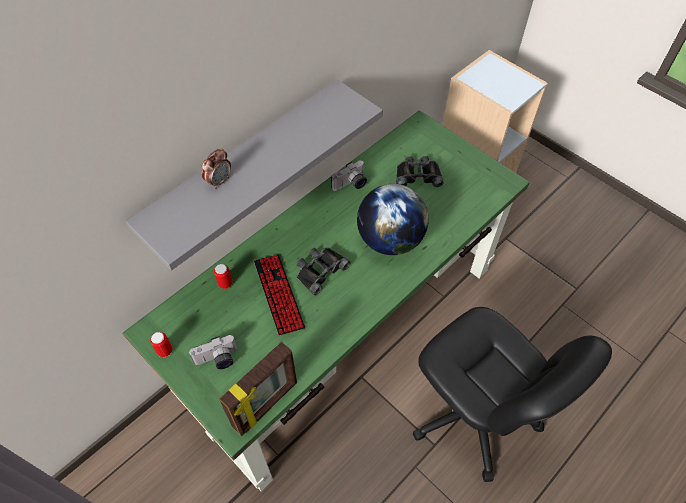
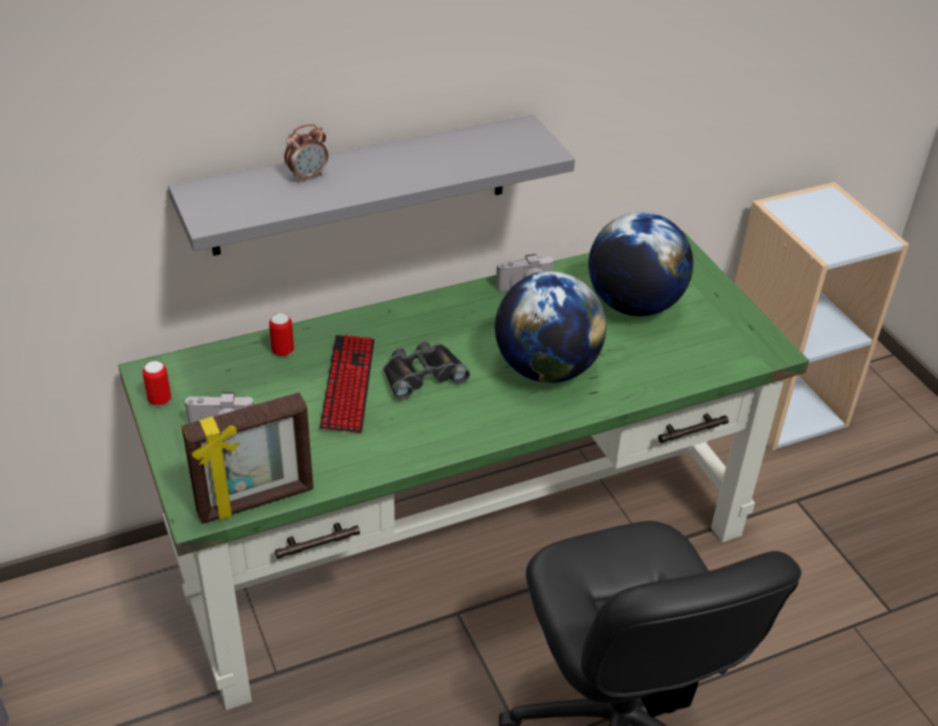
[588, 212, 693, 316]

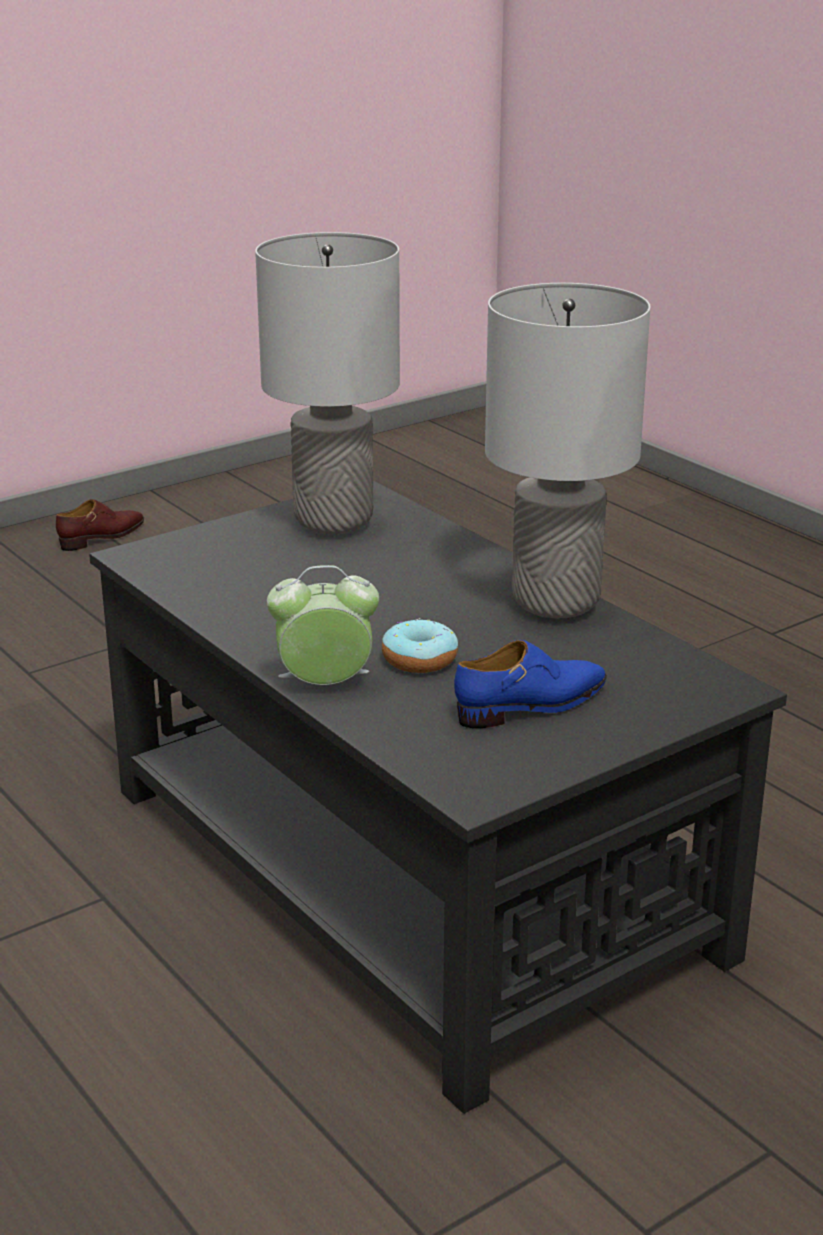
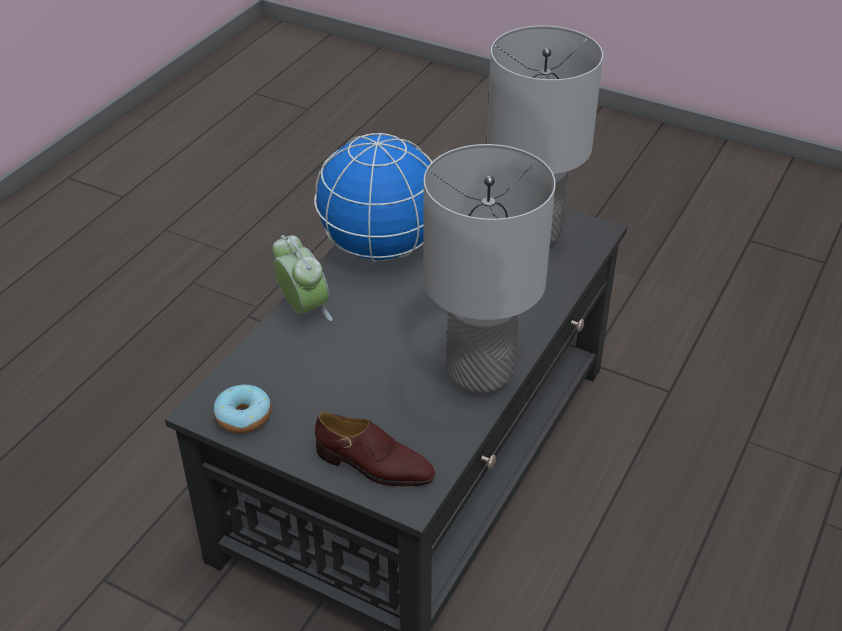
[214, 385, 271, 433]
[314, 133, 432, 262]
[315, 412, 435, 487]
[454, 640, 607, 728] (first image)

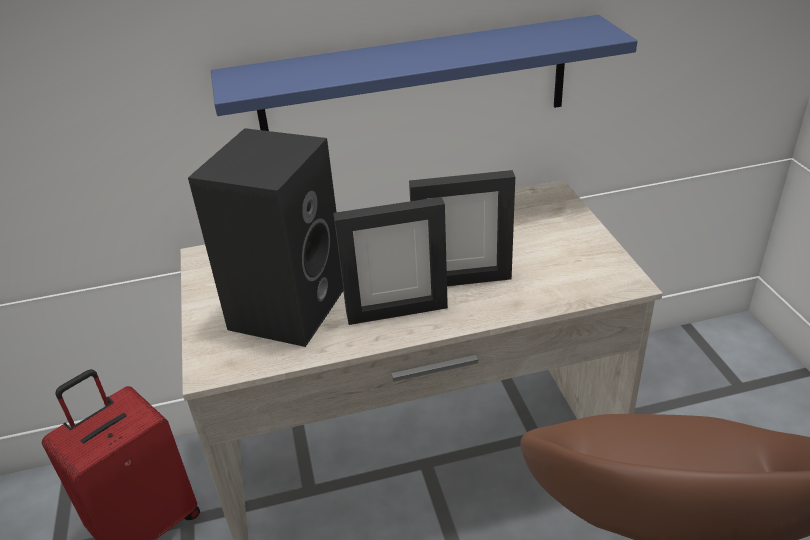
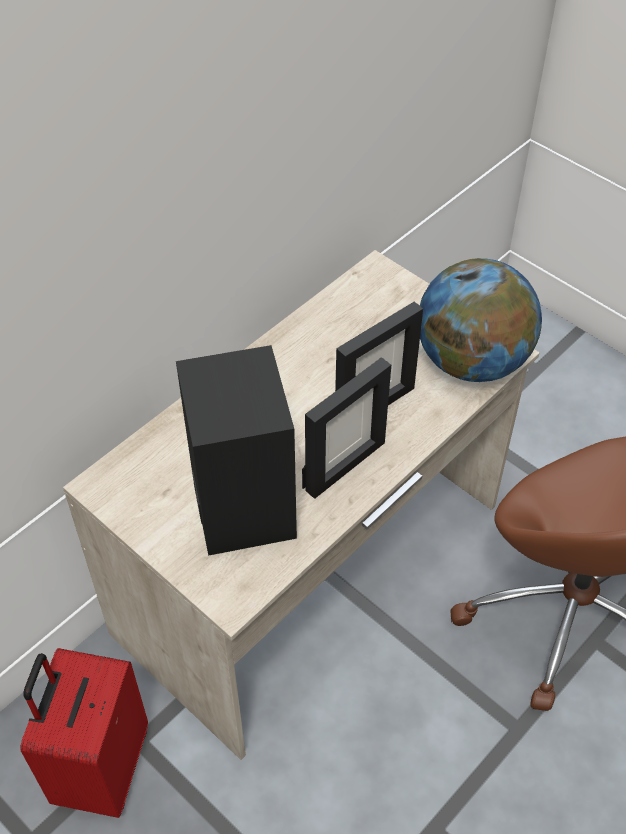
[420, 258, 542, 382]
[211, 15, 637, 131] (first image)

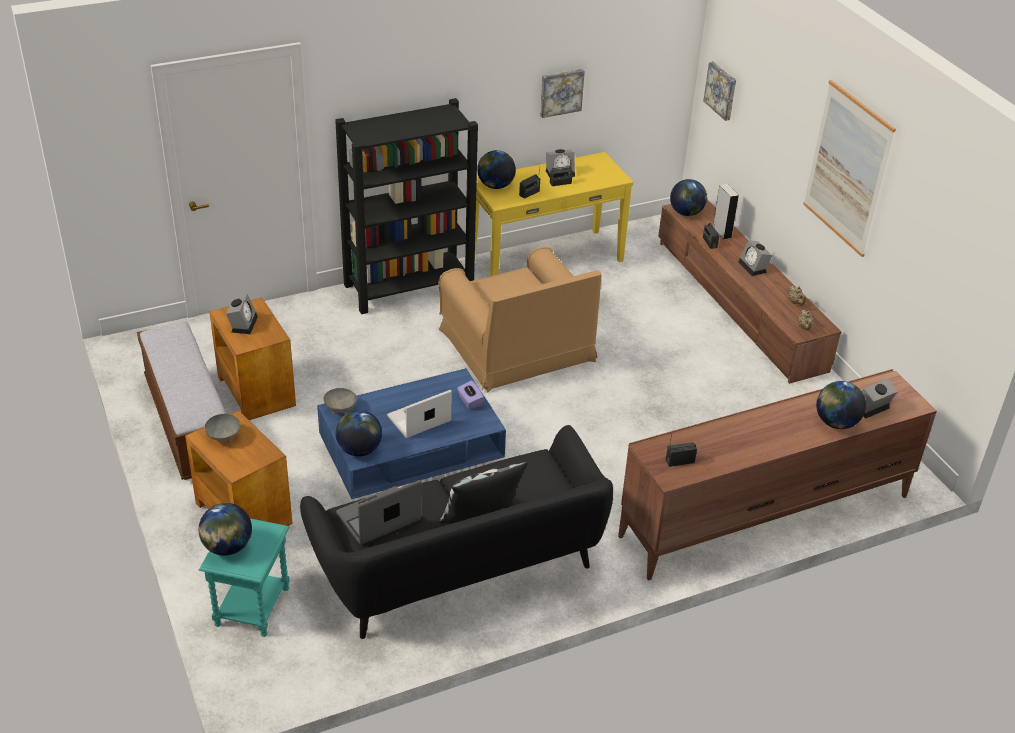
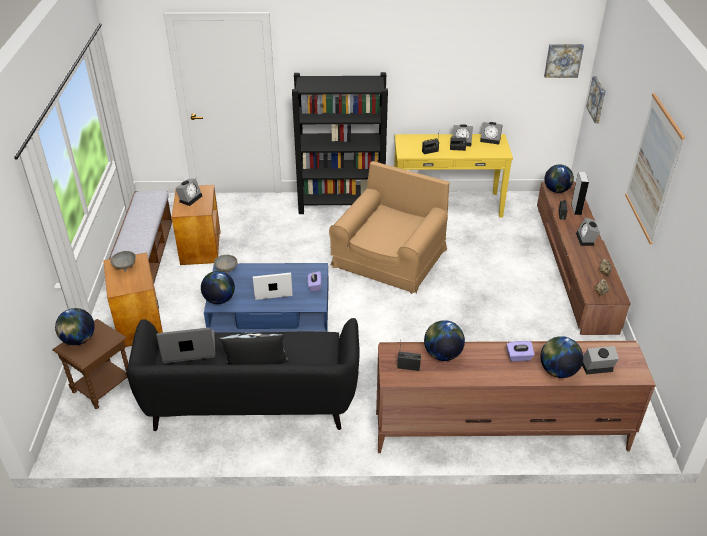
[52, 319, 128, 409]
[329, 161, 449, 294]
[424, 320, 465, 361]
[480, 122, 503, 144]
[506, 341, 535, 362]
[544, 44, 584, 78]

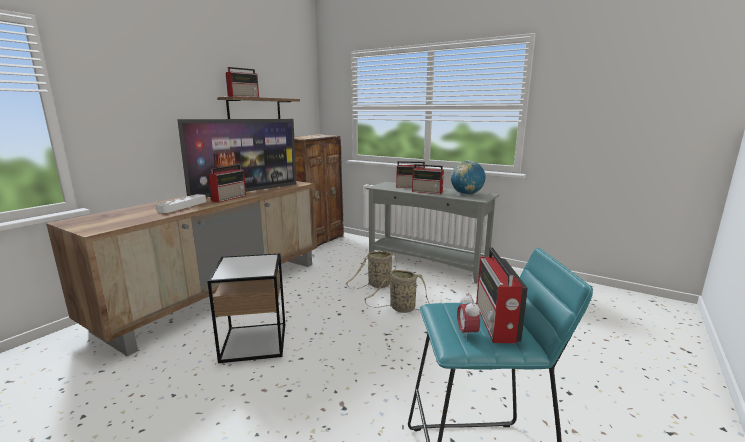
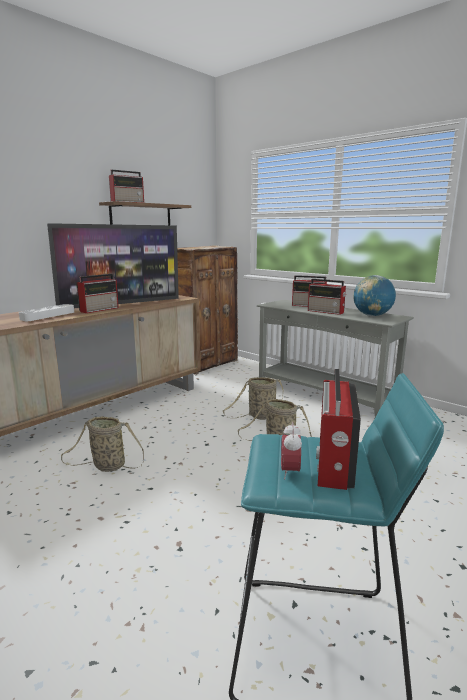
[61, 416, 144, 472]

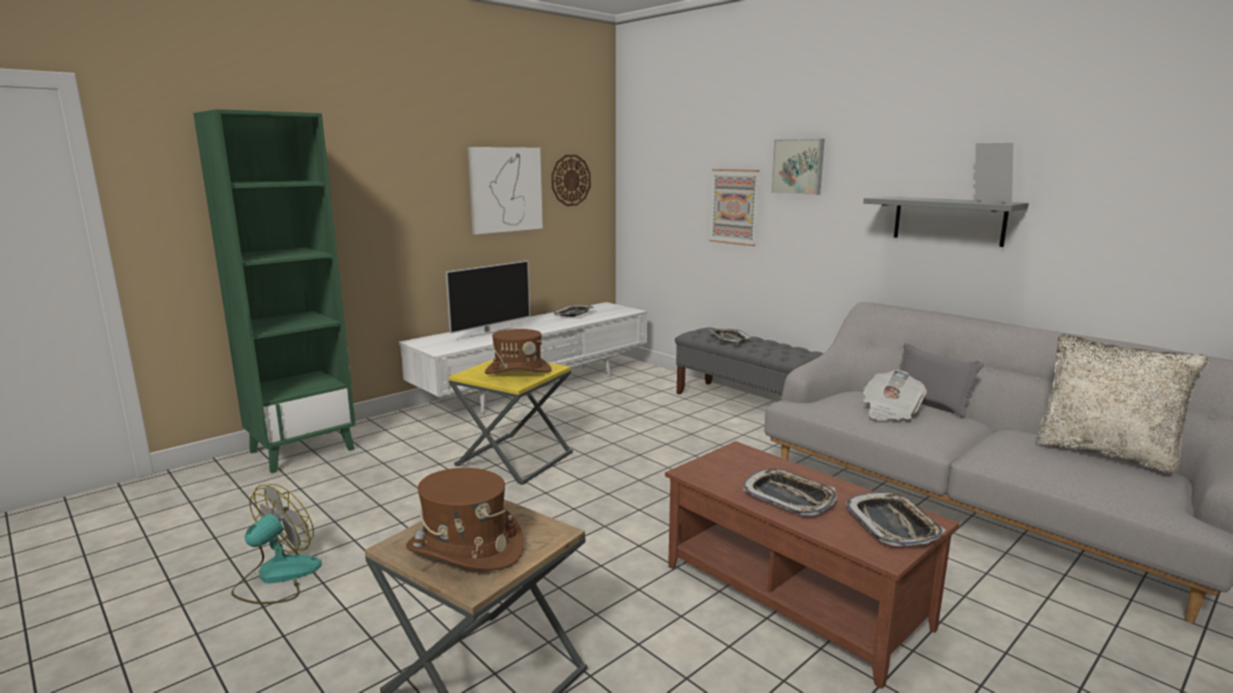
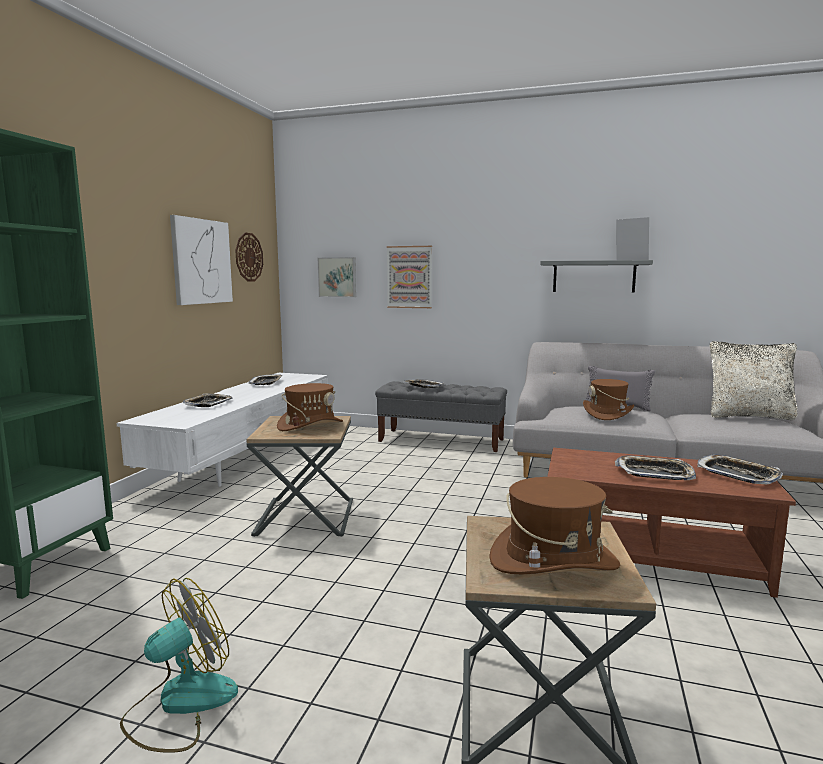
[120, 578, 238, 753]
[183, 394, 233, 407]
[246, 416, 353, 537]
[318, 257, 356, 297]
[583, 379, 634, 420]

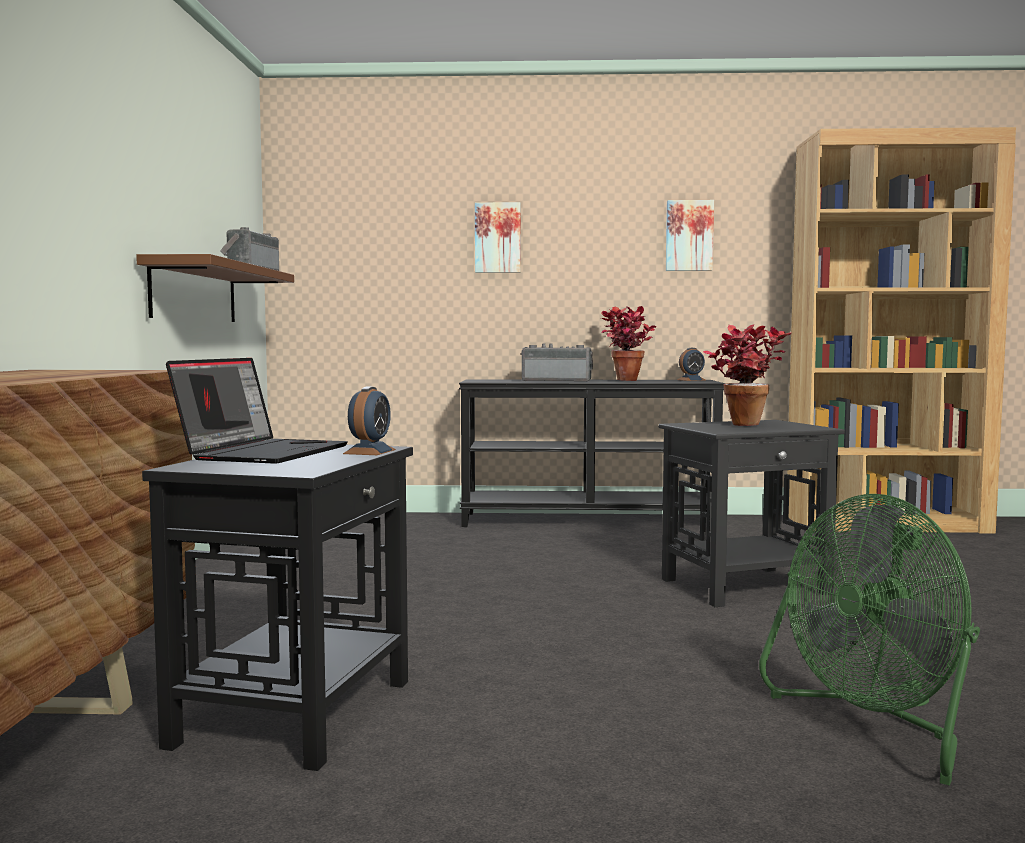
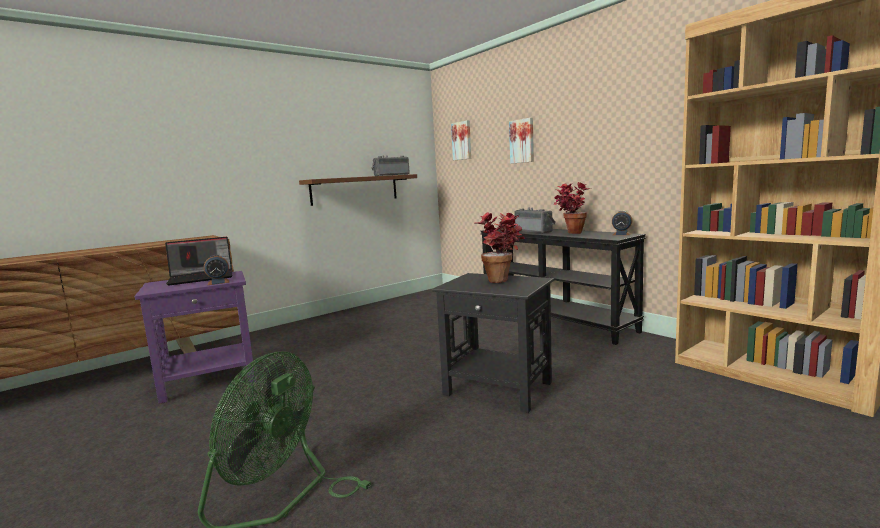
[135, 271, 256, 404]
[451, 120, 471, 160]

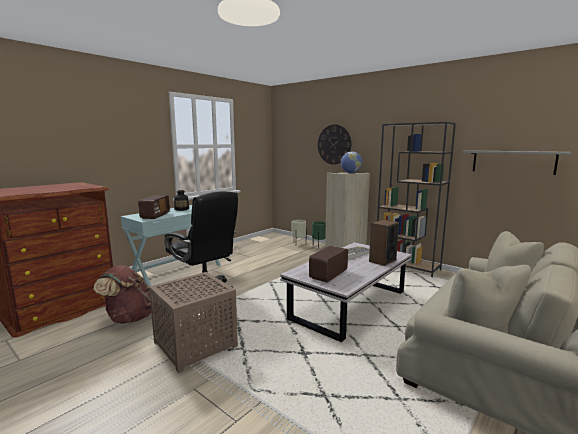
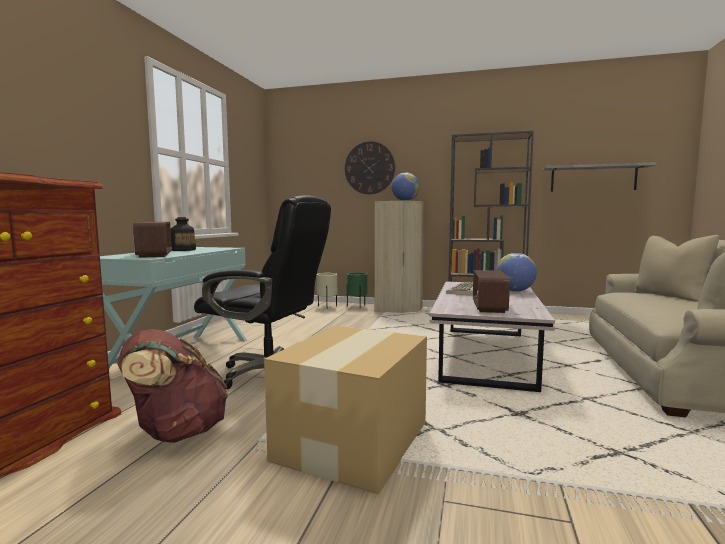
[264, 326, 427, 494]
[496, 253, 537, 292]

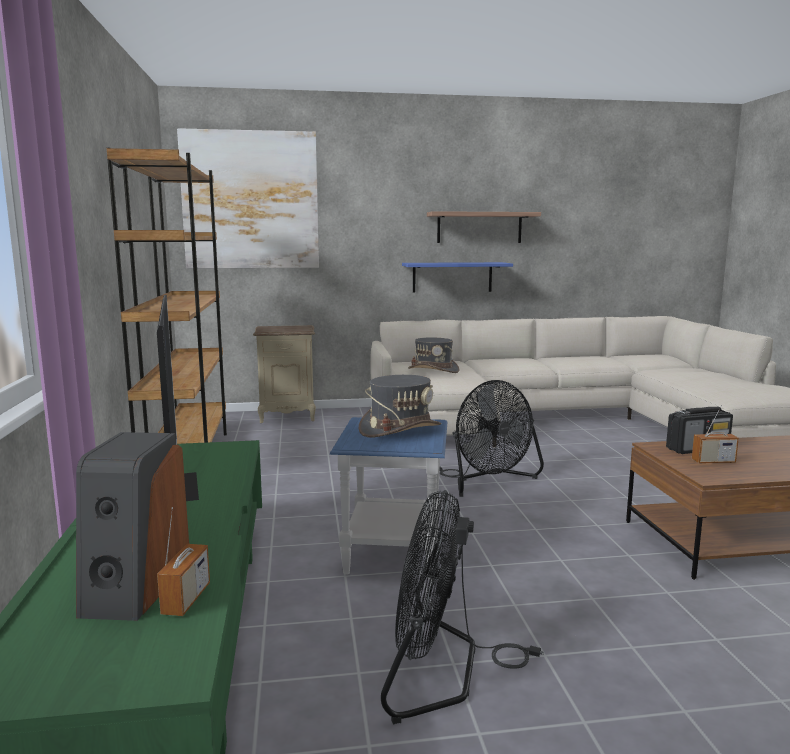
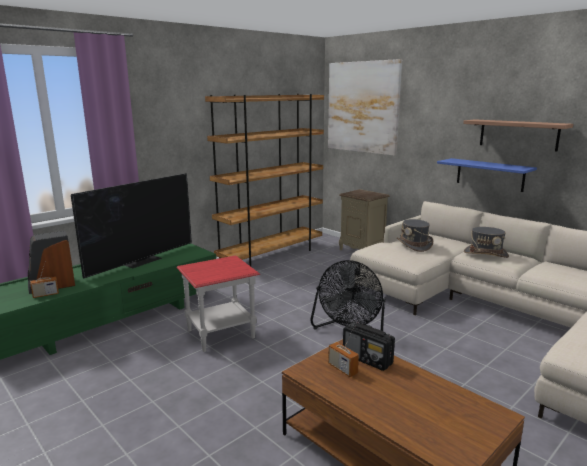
[177, 255, 260, 352]
[464, 227, 509, 258]
[381, 490, 543, 725] (first image)

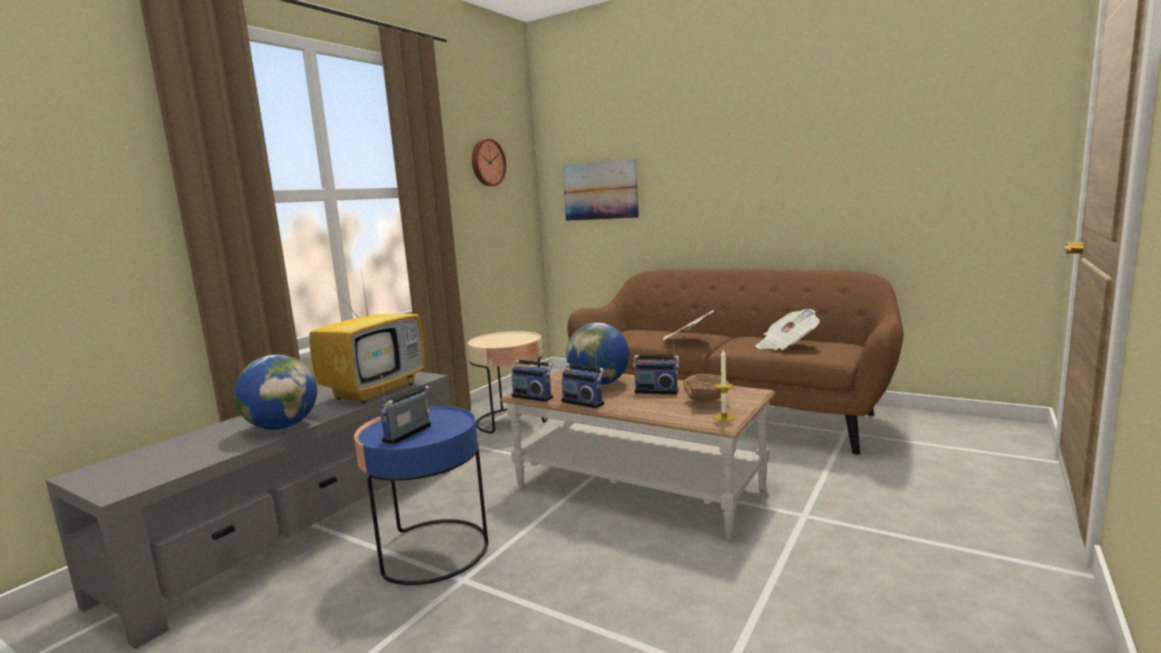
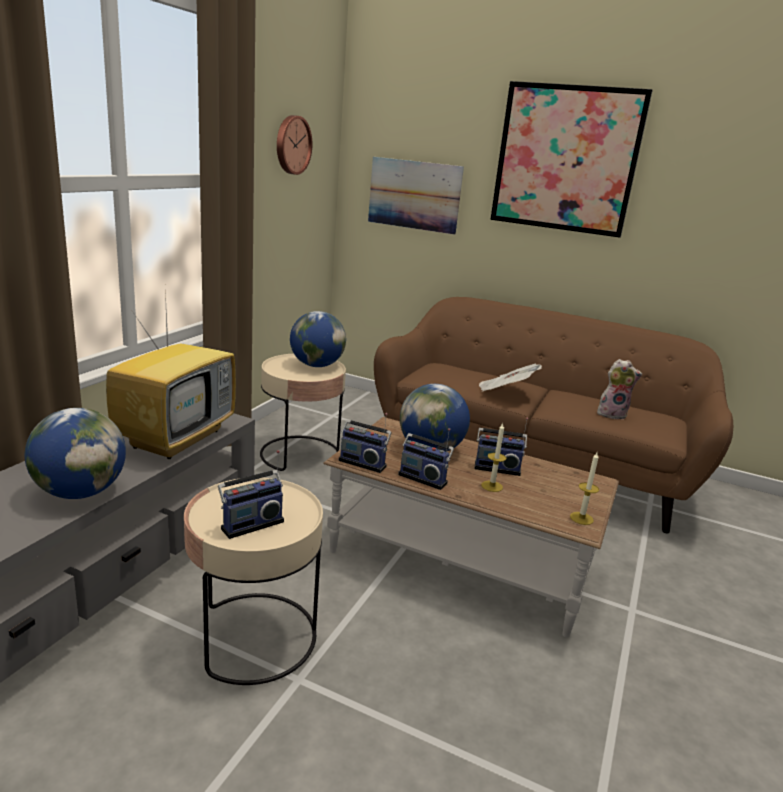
[184, 478, 323, 685]
[218, 450, 284, 539]
[290, 311, 346, 367]
[481, 423, 506, 492]
[490, 81, 653, 238]
[597, 359, 642, 420]
[683, 374, 729, 403] (first image)

